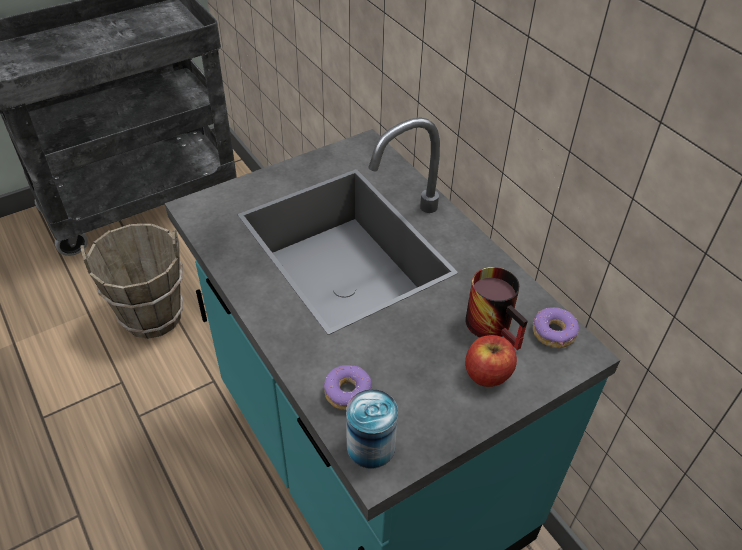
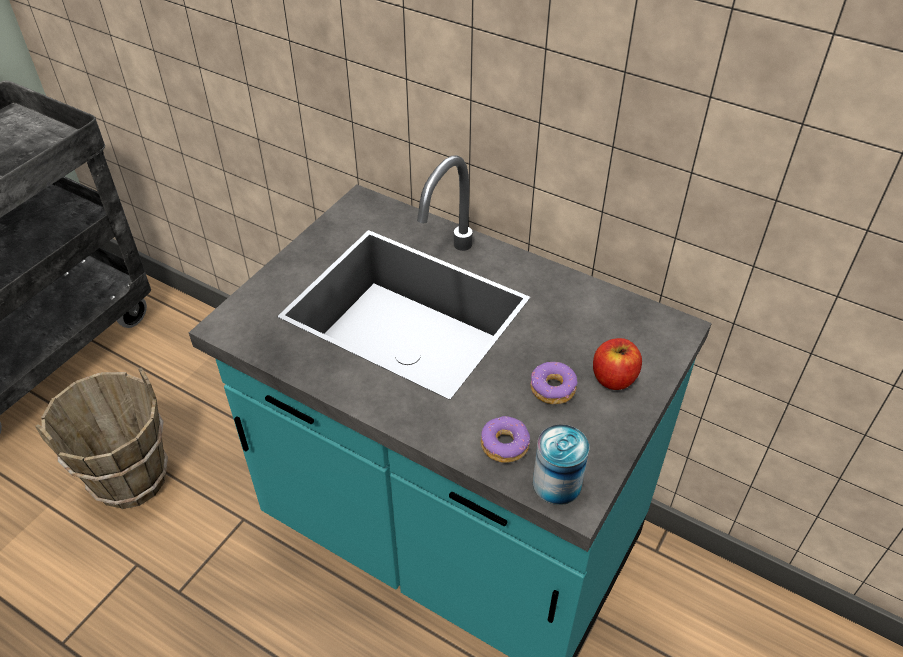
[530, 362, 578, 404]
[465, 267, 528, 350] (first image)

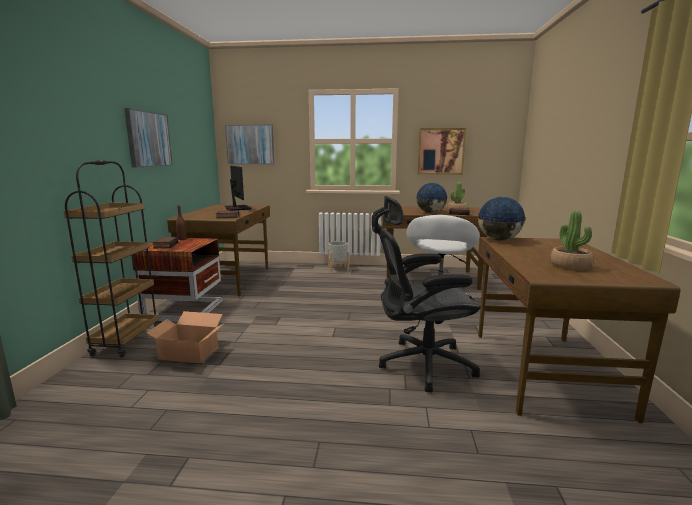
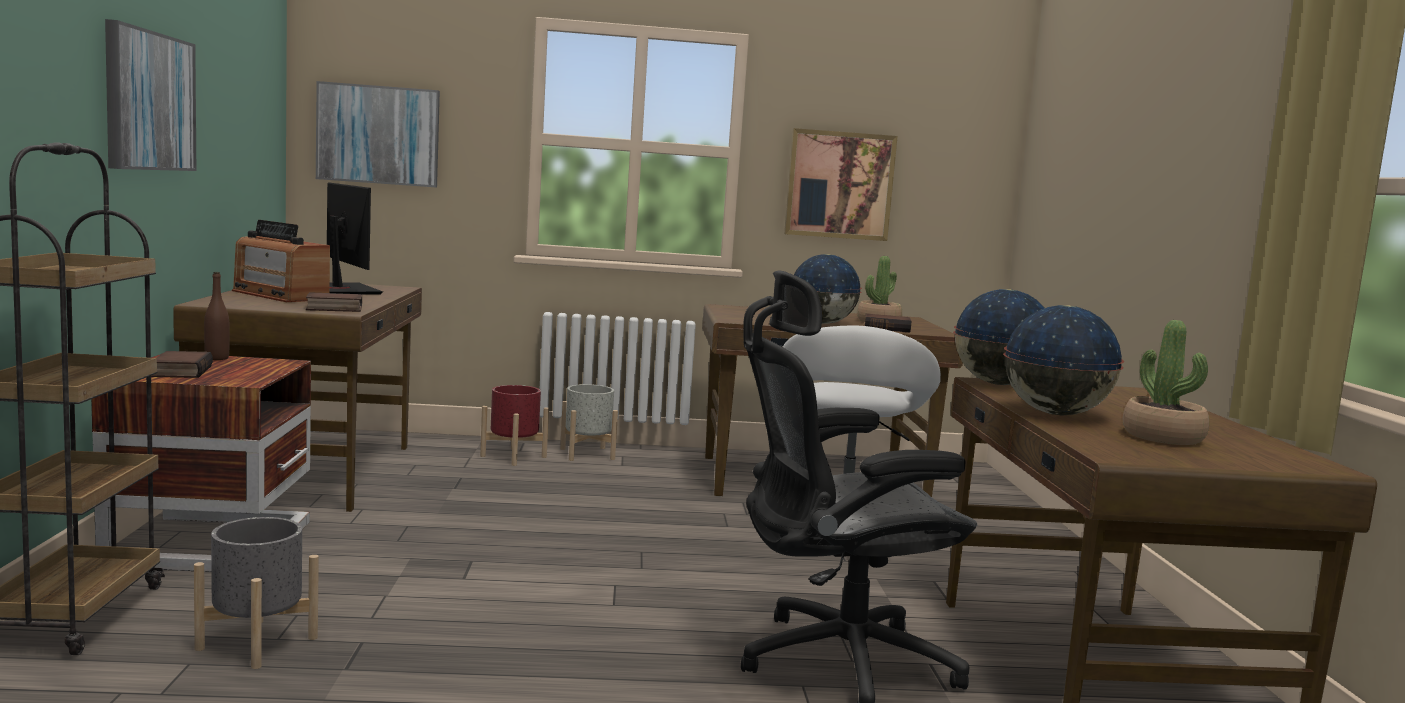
[194, 517, 319, 669]
[232, 220, 330, 302]
[480, 385, 549, 466]
[1003, 305, 1124, 416]

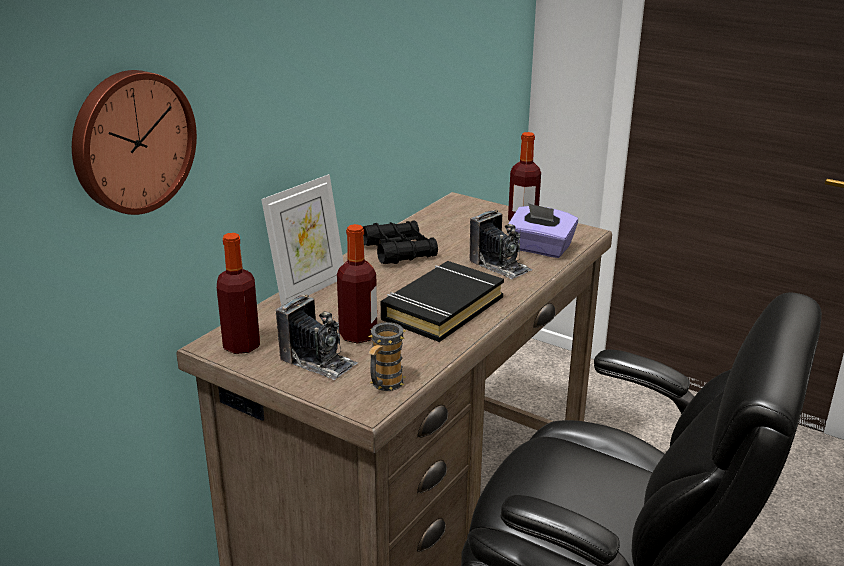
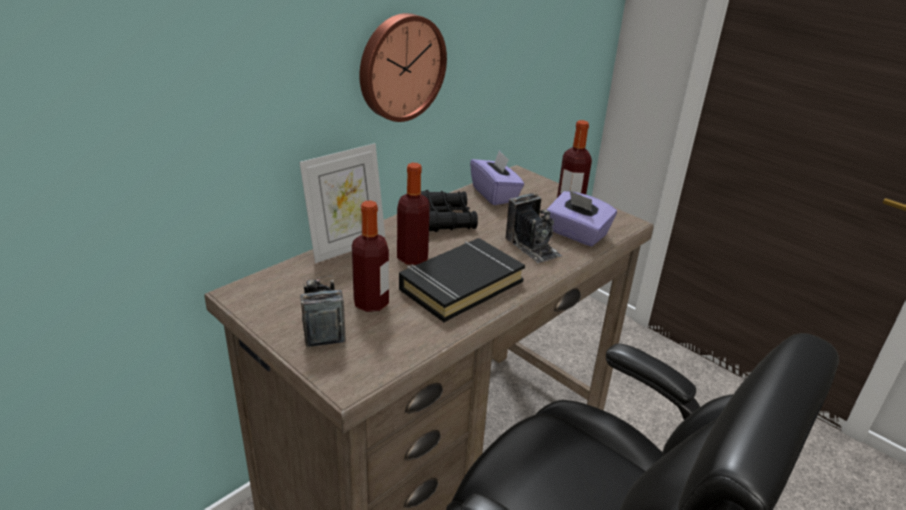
[300, 276, 346, 348]
[359, 13, 447, 122]
[397, 163, 430, 265]
[470, 150, 525, 205]
[368, 322, 405, 391] (first image)

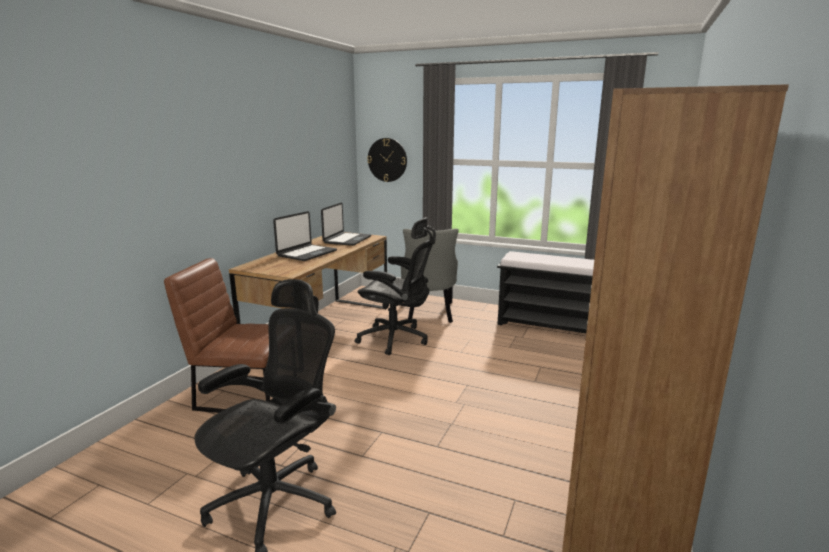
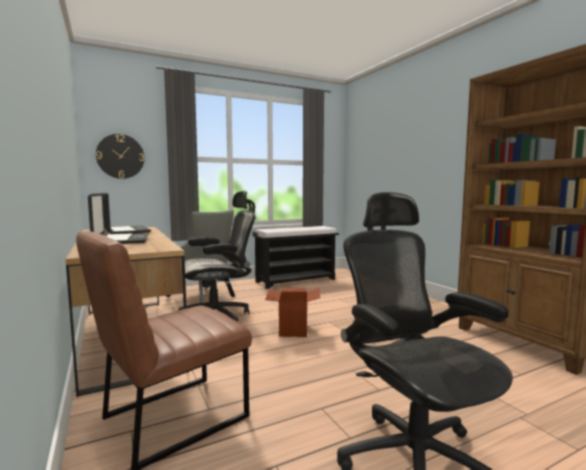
[265, 288, 320, 337]

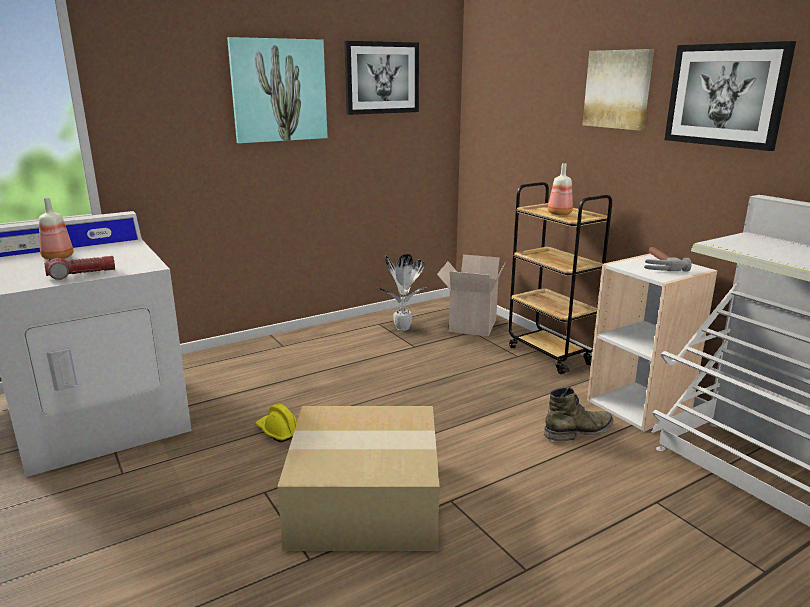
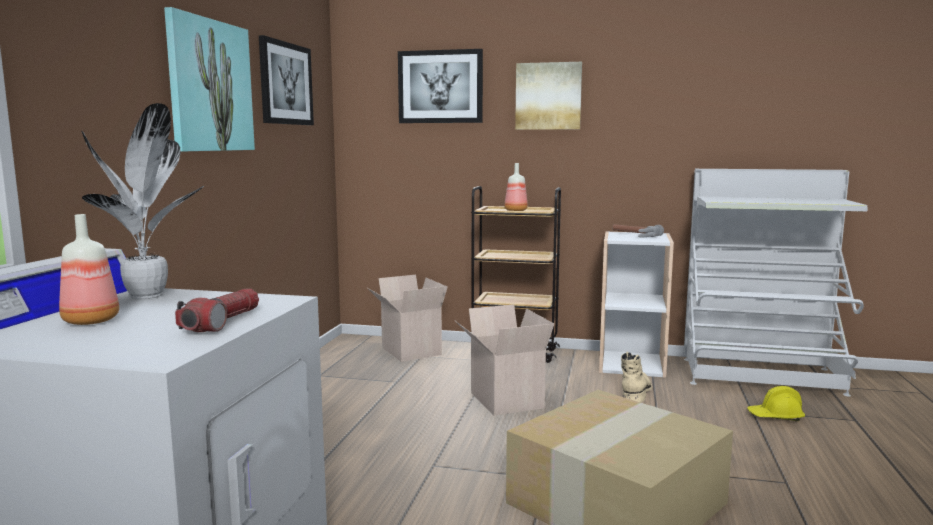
[82, 103, 204, 299]
[398, 49, 483, 123]
[455, 304, 554, 416]
[621, 352, 652, 402]
[747, 386, 805, 421]

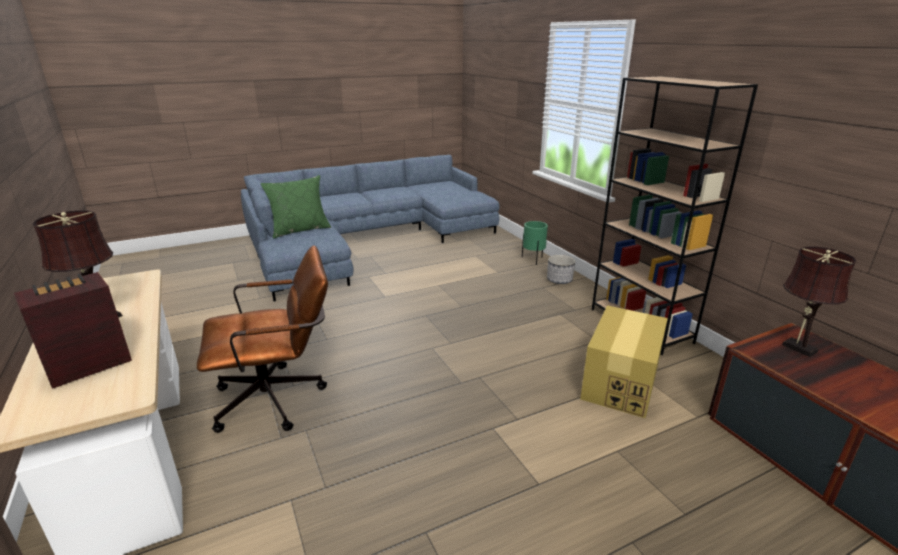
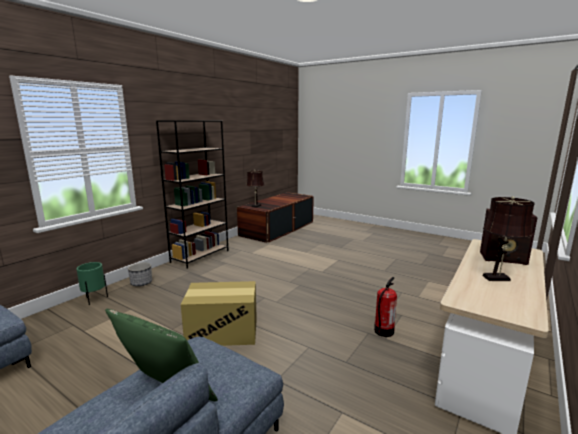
[181, 281, 257, 346]
[374, 277, 397, 337]

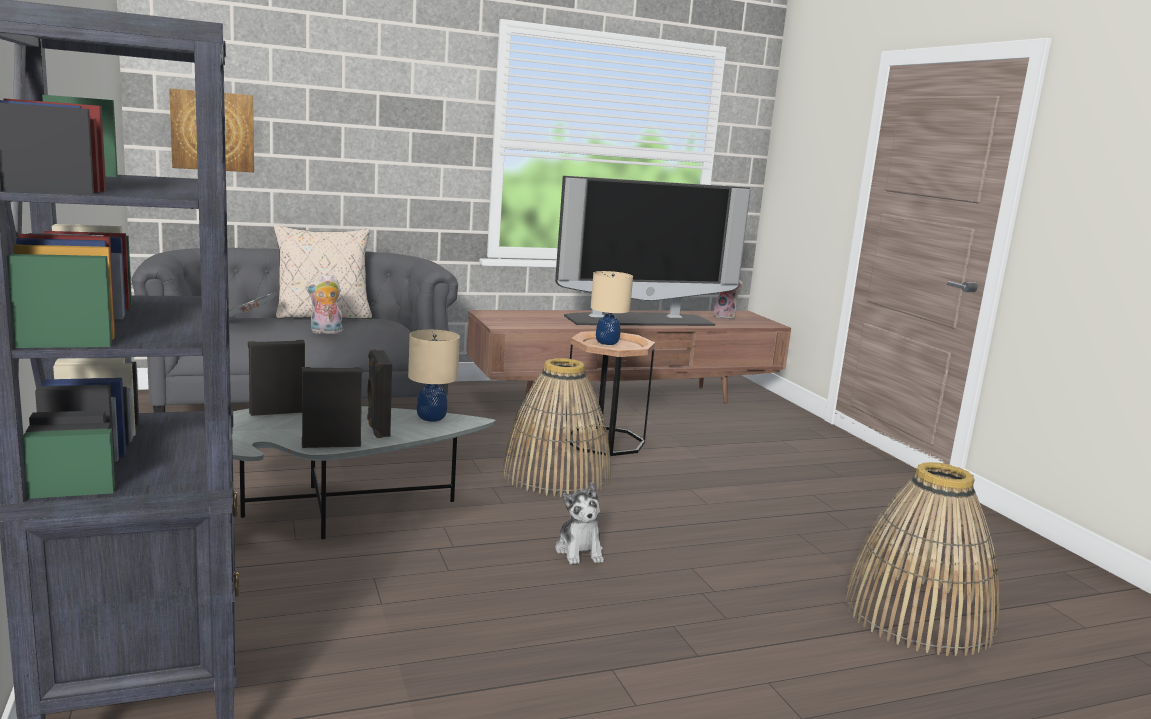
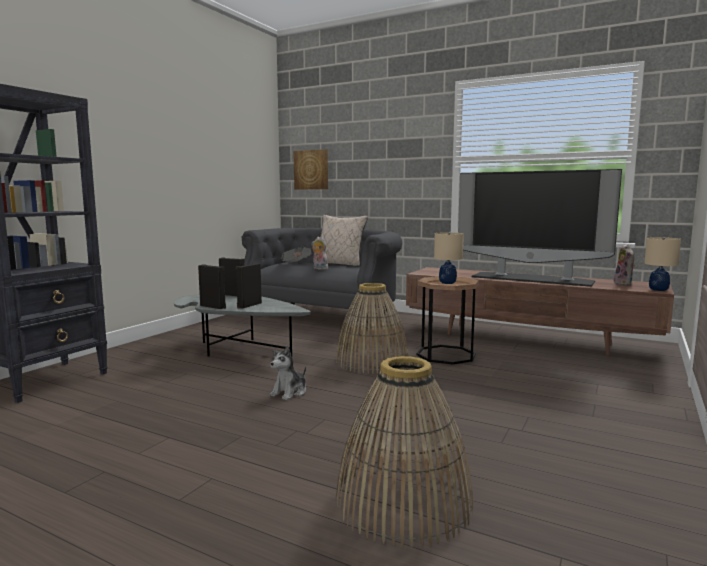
[644, 237, 681, 291]

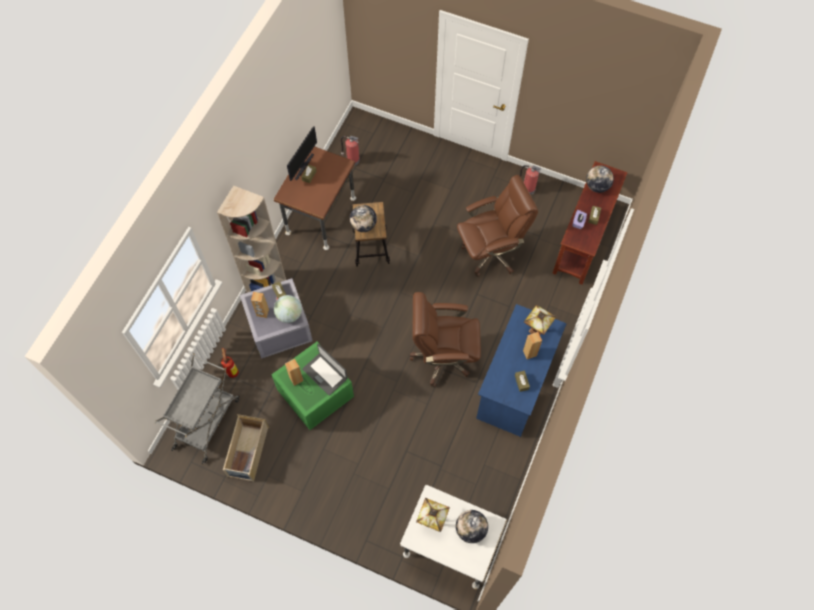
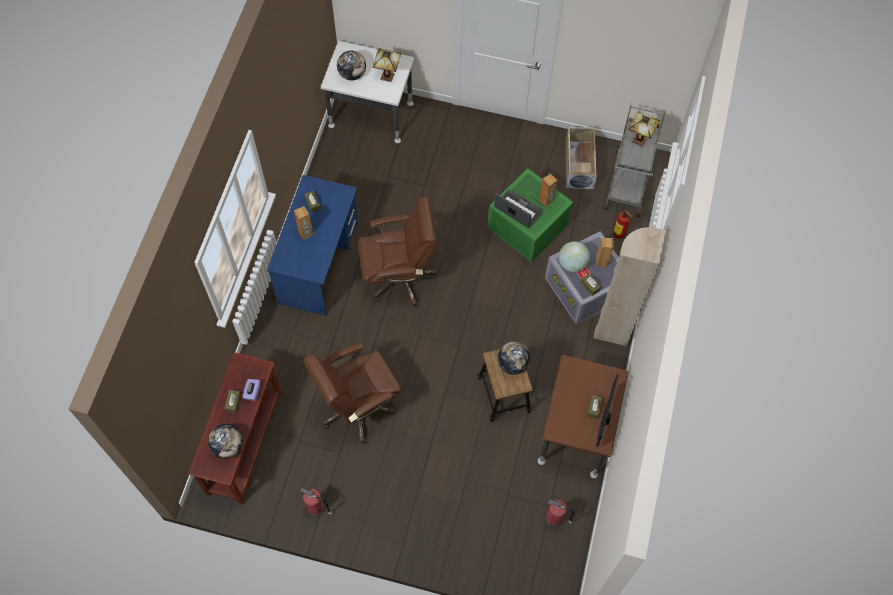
[628, 111, 660, 147]

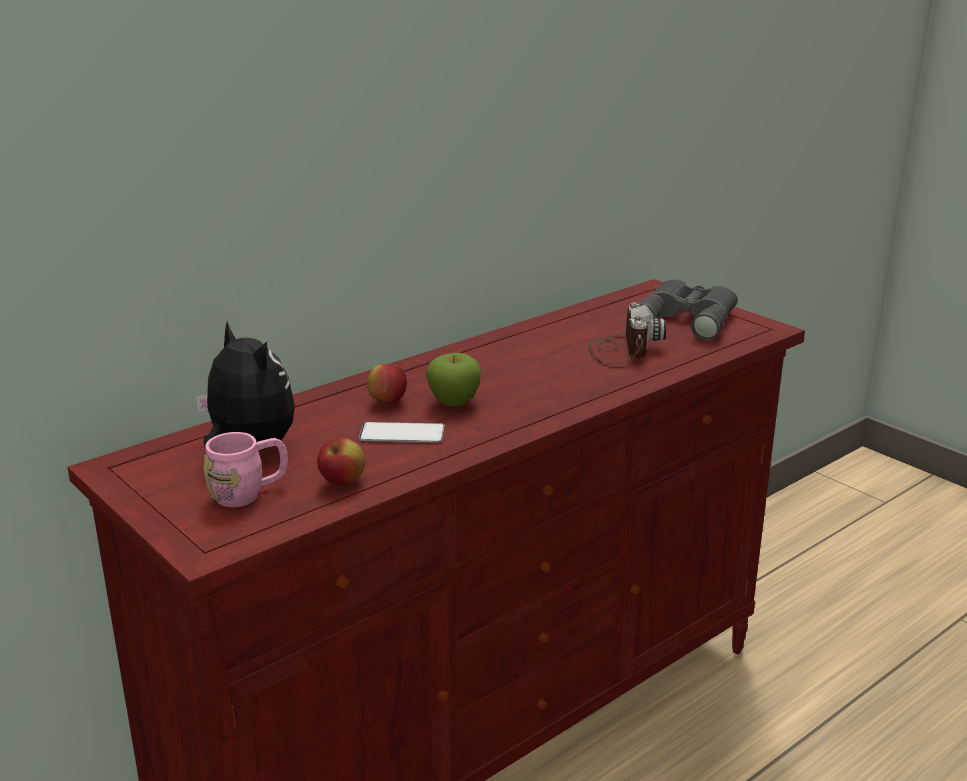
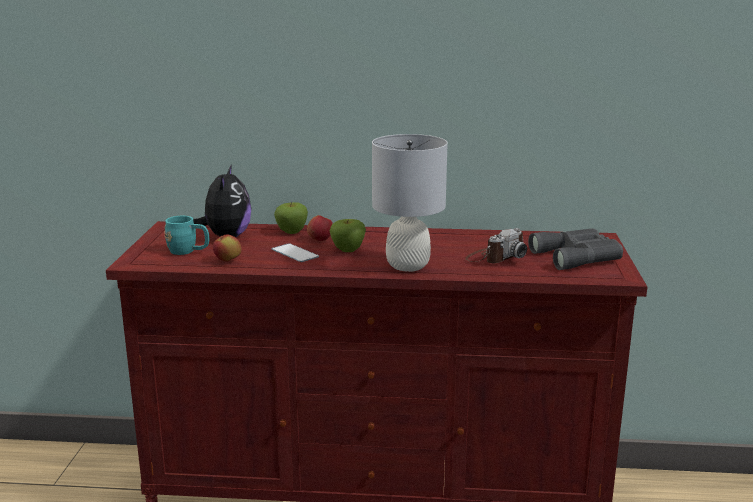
[164, 216, 209, 255]
[274, 202, 308, 234]
[372, 134, 448, 272]

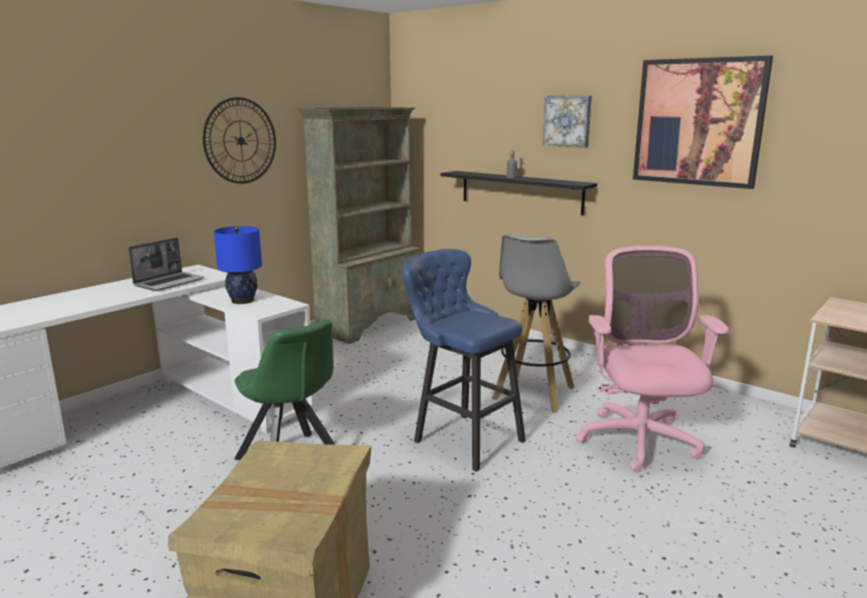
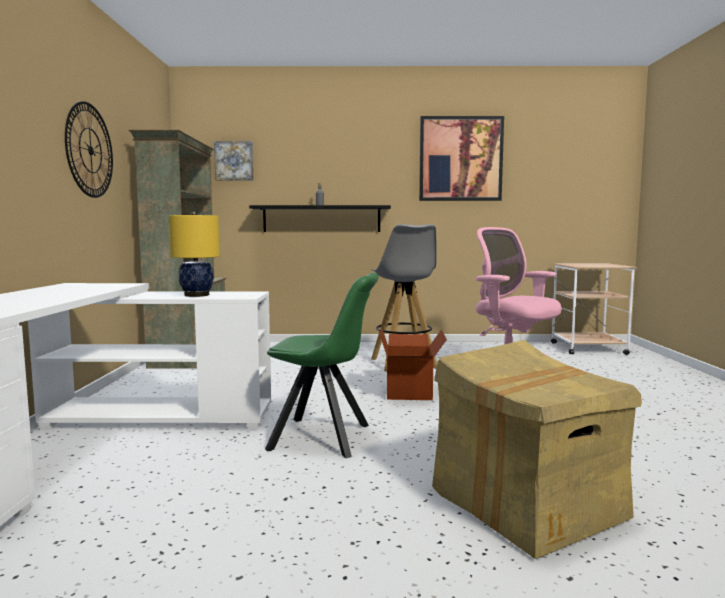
[169, 212, 220, 297]
[214, 141, 253, 180]
[380, 326, 447, 400]
[128, 238, 205, 291] (first image)

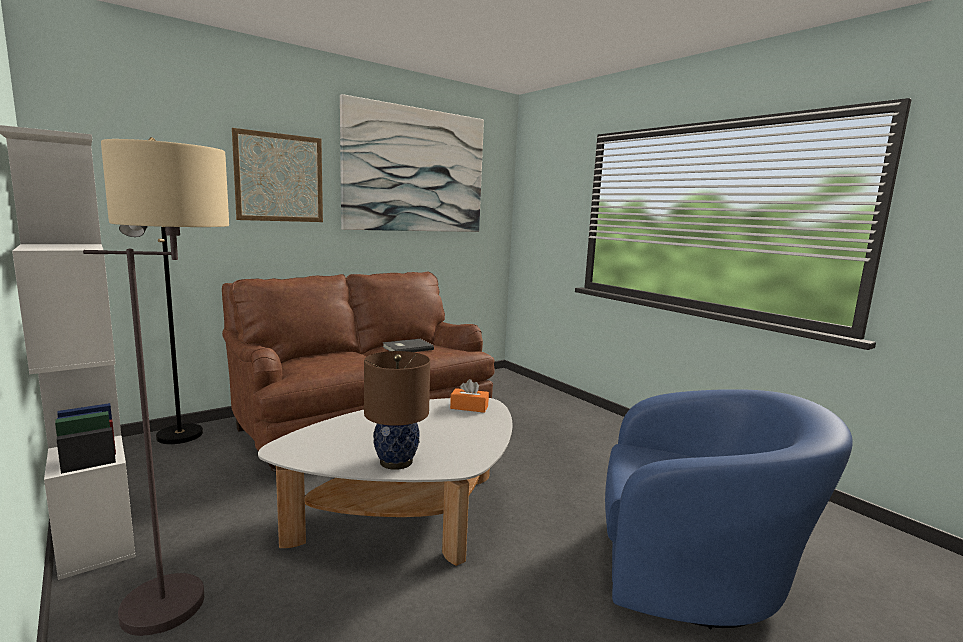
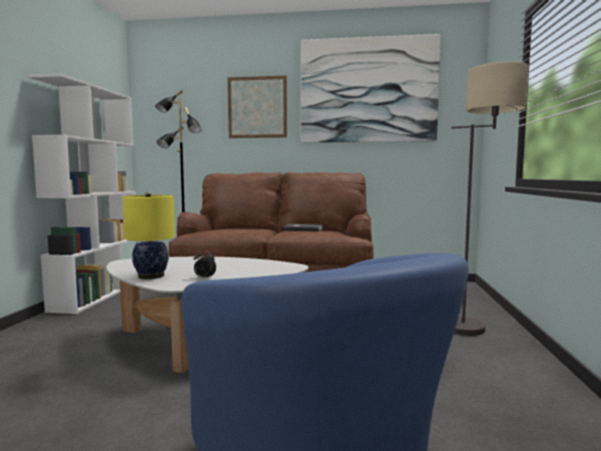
[122, 192, 175, 279]
[194, 250, 216, 278]
[451, 62, 529, 336]
[450, 379, 489, 413] (first image)

